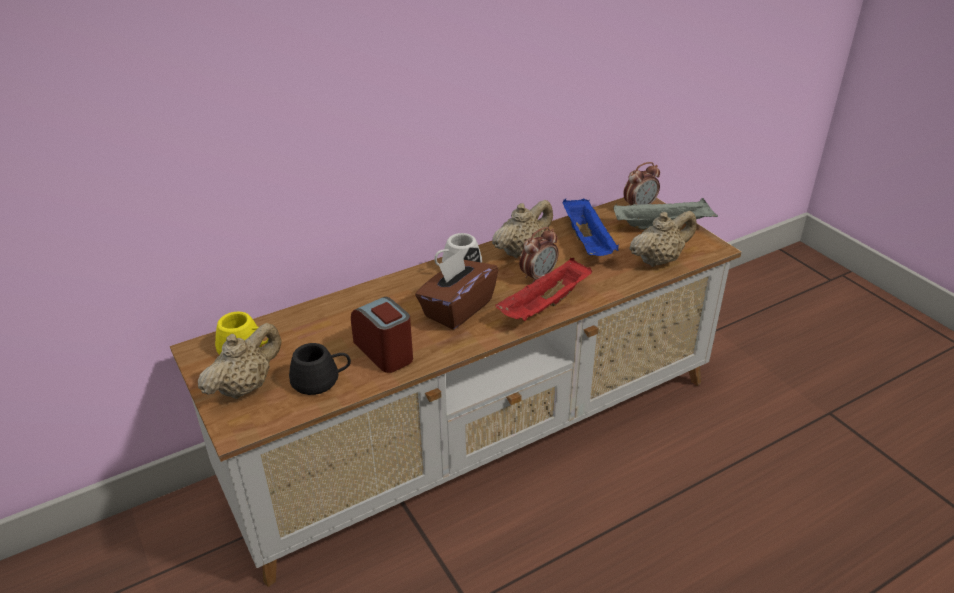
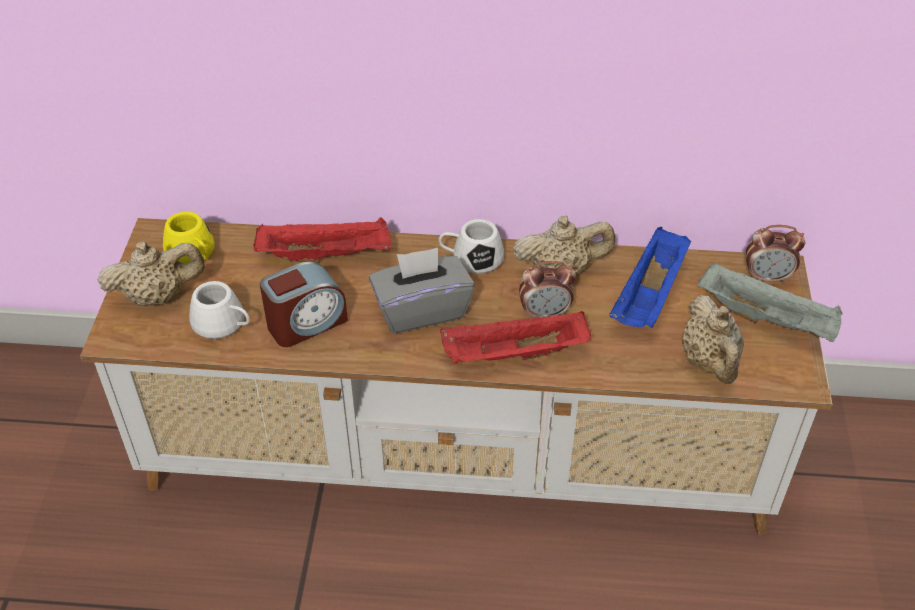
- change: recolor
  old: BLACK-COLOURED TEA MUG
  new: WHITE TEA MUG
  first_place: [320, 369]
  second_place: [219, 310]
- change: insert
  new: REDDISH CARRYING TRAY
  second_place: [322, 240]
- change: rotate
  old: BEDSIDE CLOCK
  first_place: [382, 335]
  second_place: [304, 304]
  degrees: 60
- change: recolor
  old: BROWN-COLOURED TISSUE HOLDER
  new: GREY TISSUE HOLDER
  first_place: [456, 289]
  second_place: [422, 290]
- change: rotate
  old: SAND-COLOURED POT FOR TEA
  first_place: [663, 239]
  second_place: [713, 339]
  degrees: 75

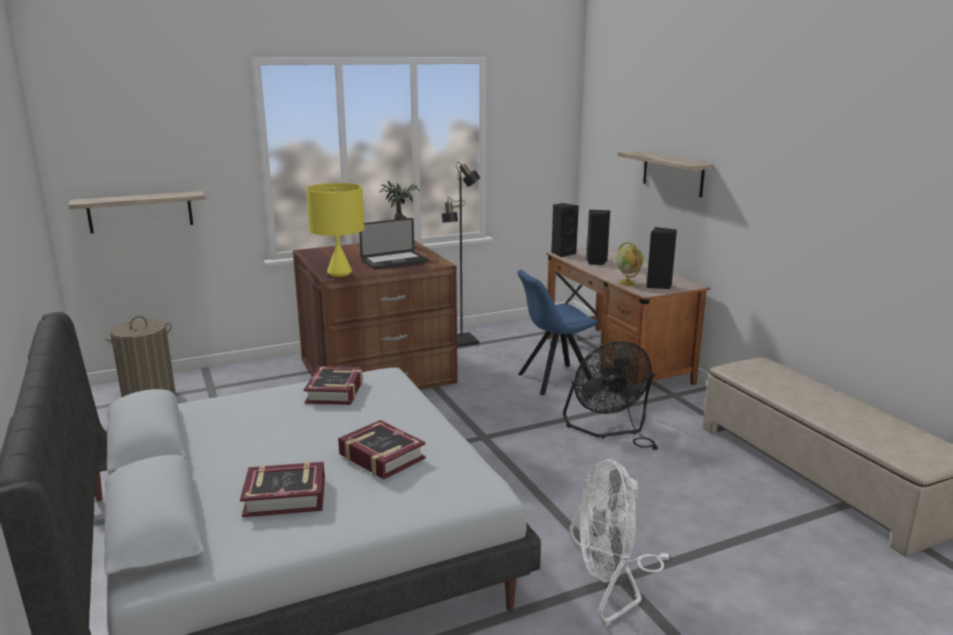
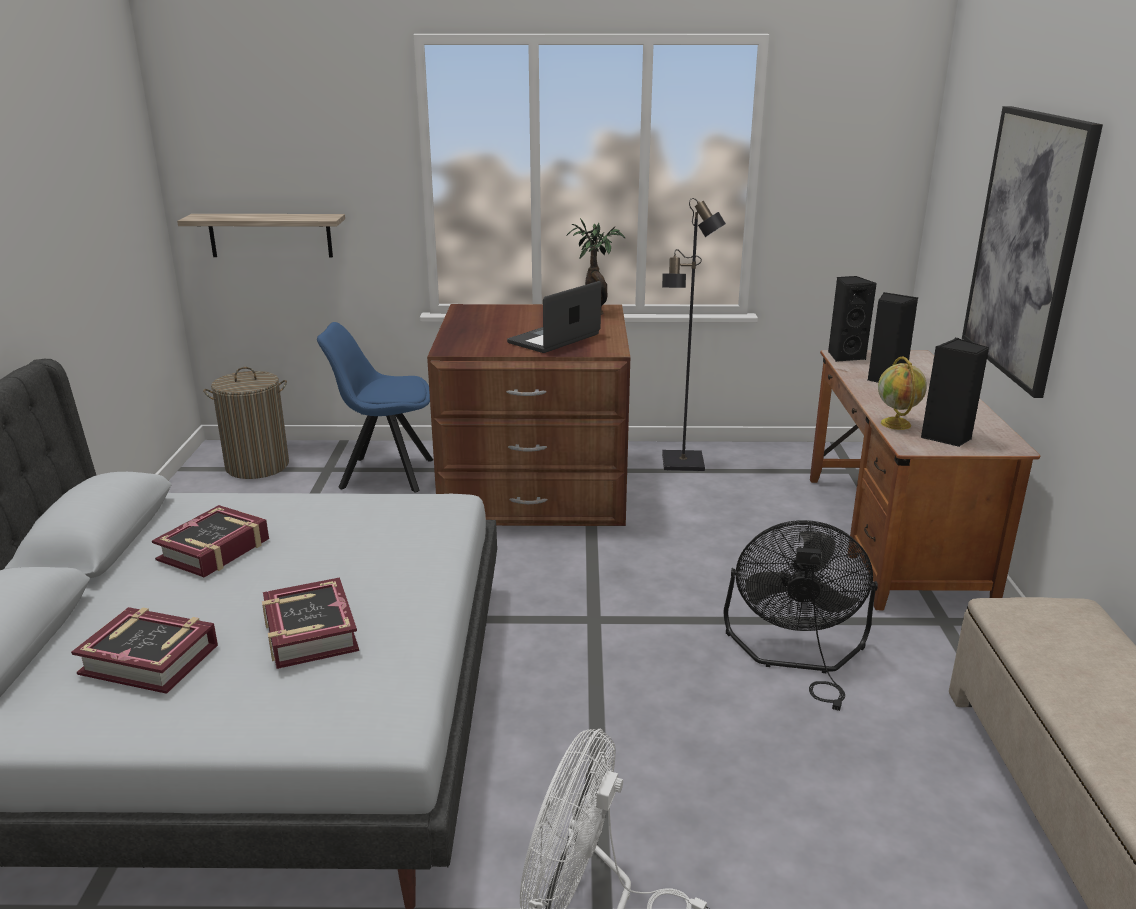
- change: move
  old: BOOK
  first_place: [333, 385]
  second_place: [210, 541]
- change: move
  old: BLUE-COLOURED PLAIN CHAIR
  first_place: [557, 332]
  second_place: [375, 407]
- change: rotate
  old: LAPTOP
  first_place: [393, 243]
  second_place: [554, 317]
  degrees: 135
- change: replace
  old: WALL SHELF
  new: PICTURE
  first_place: [666, 174]
  second_place: [1032, 252]
- change: delete
  old: YELLOWISH TABLETOP LAMP
  first_place: [335, 230]

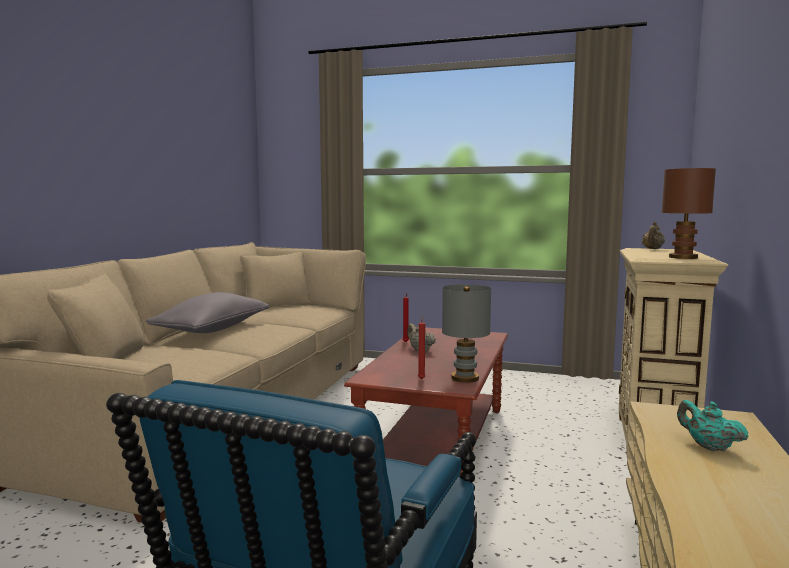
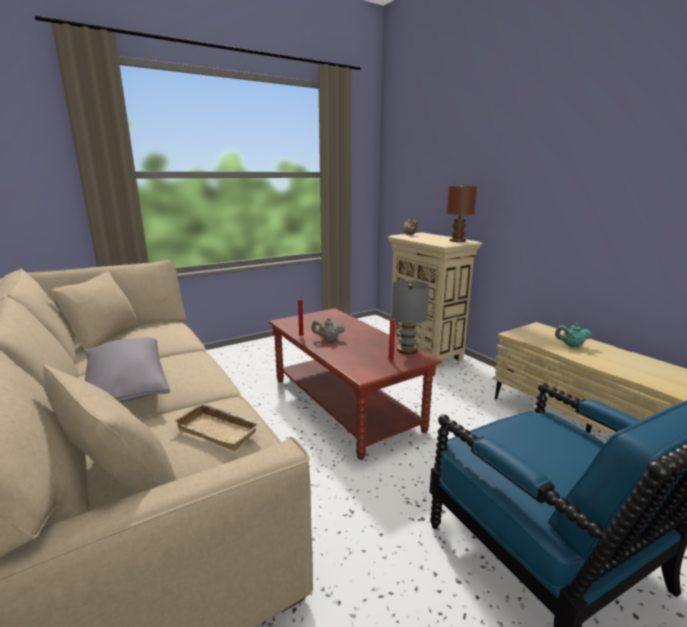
- change: insert
  new: SAND-COLOURED CARRYING TRAY
  second_place: [217, 427]

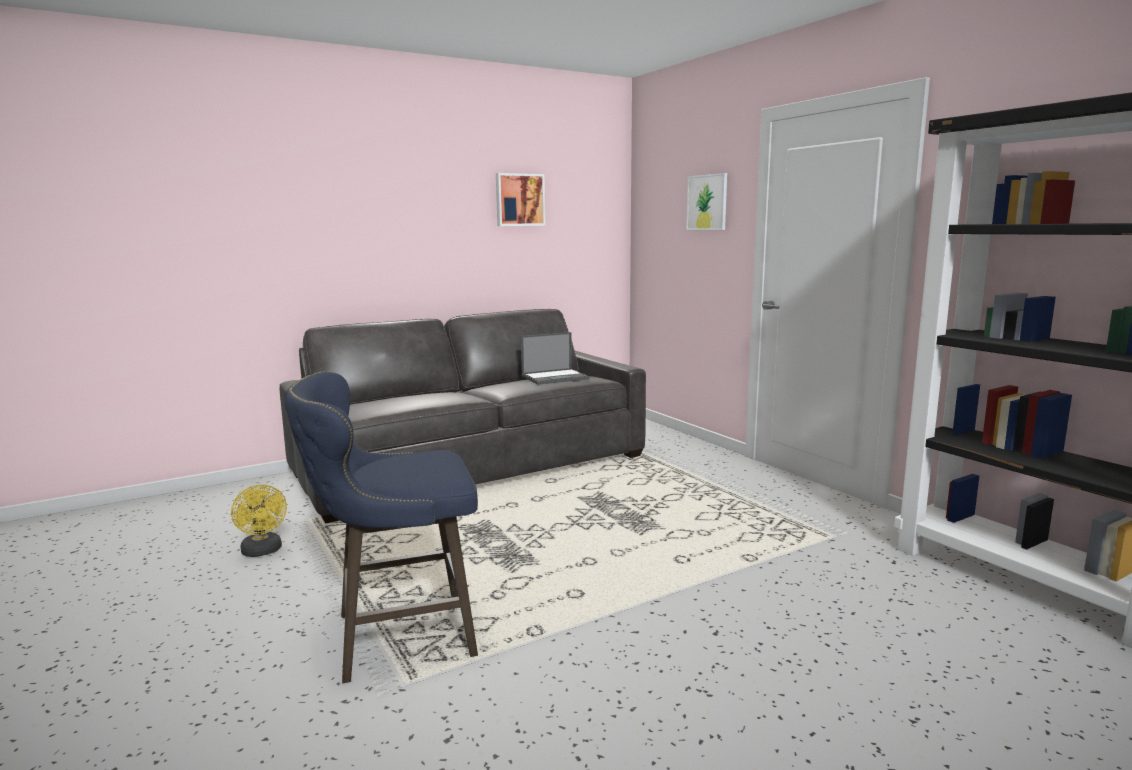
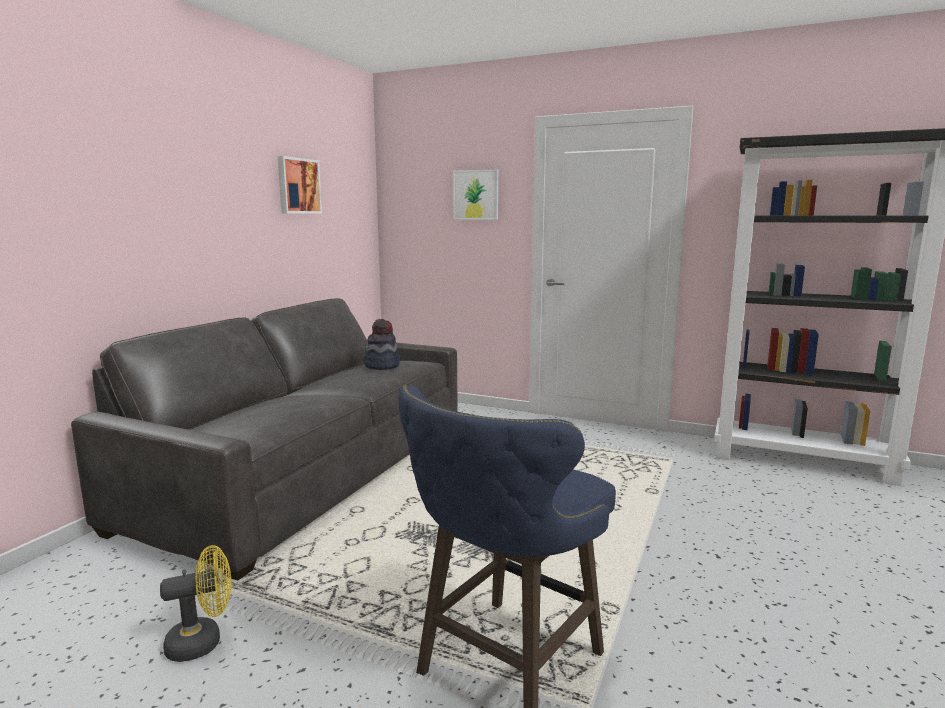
- change: rotate
  old: YELLOWISH ELECTRIC FAN
  first_place: [259, 520]
  second_place: [195, 603]
  degrees: -45
- change: replace
  old: LAPTOP
  new: WEARABLE HAT
  first_place: [555, 358]
  second_place: [382, 344]

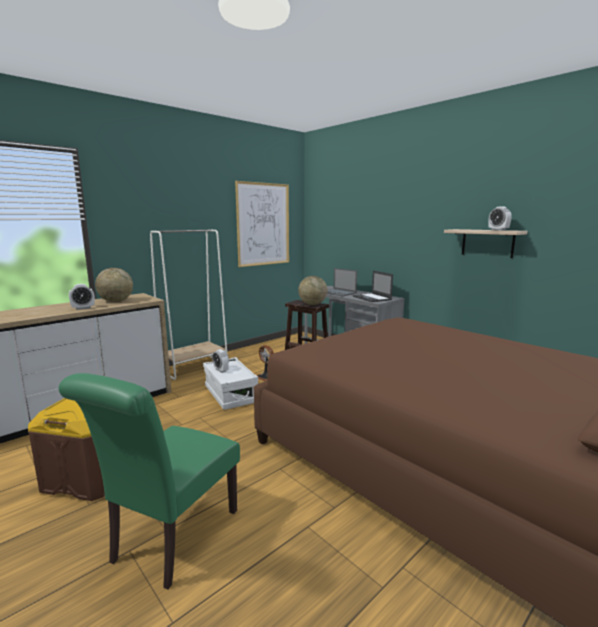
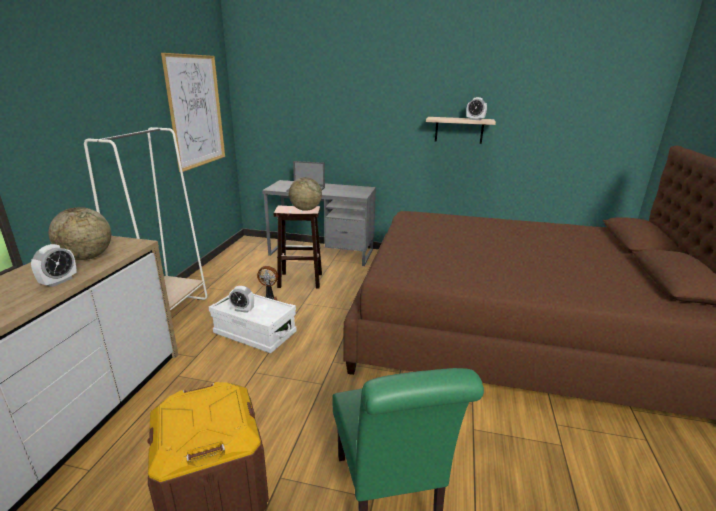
- change: delete
  old: LAPTOP
  first_place: [373, 286]

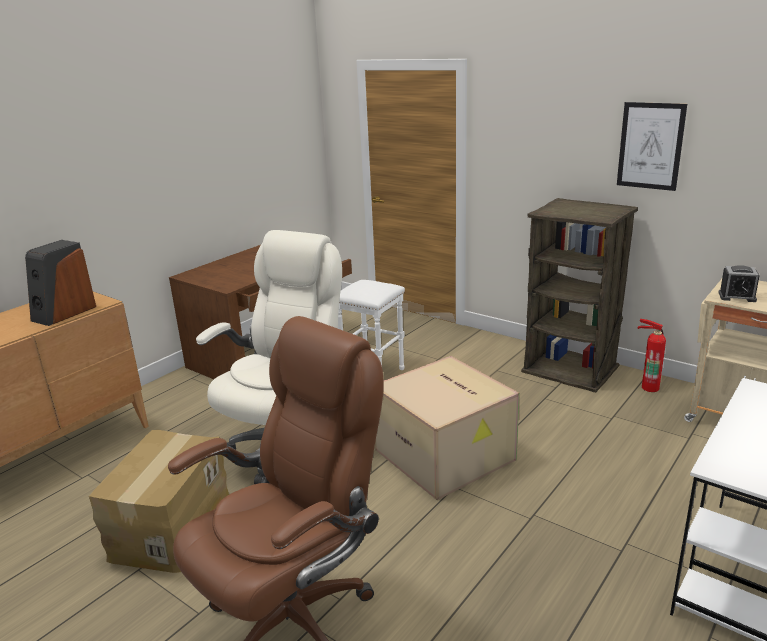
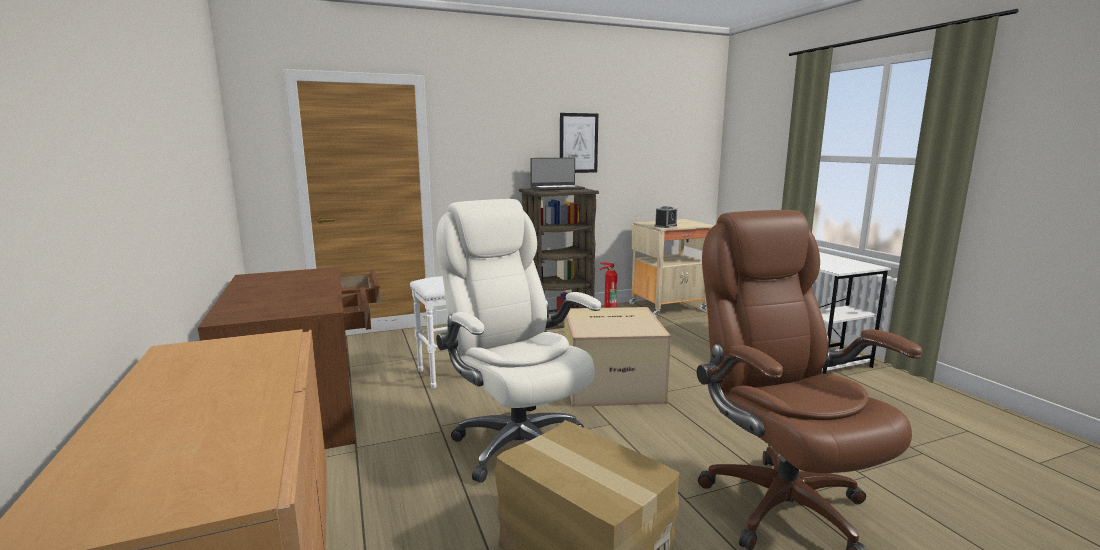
- change: insert
  new: LAPTOP
  second_place: [557, 174]
- change: delete
  old: LOUDSPEAKER
  first_place: [60, 283]

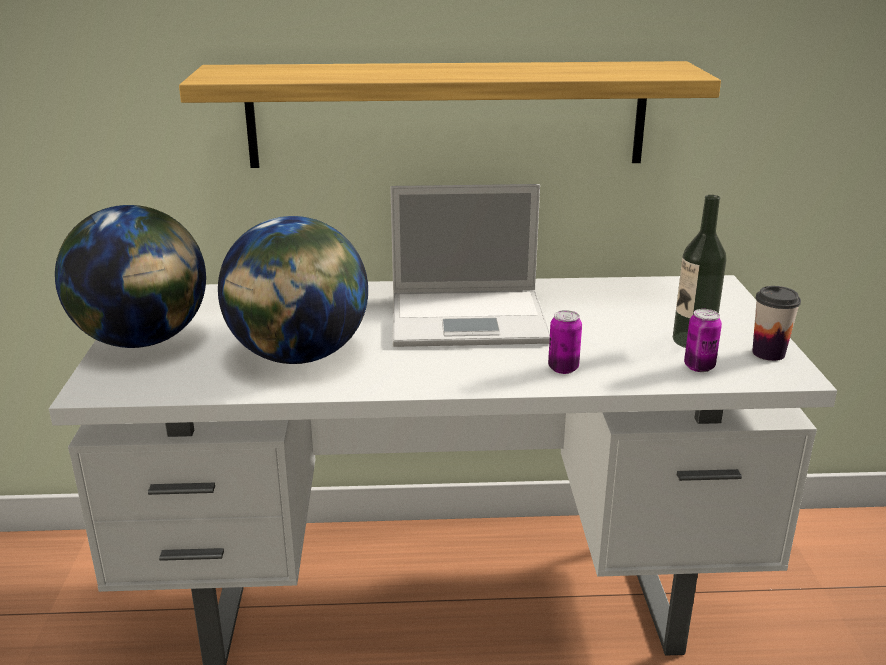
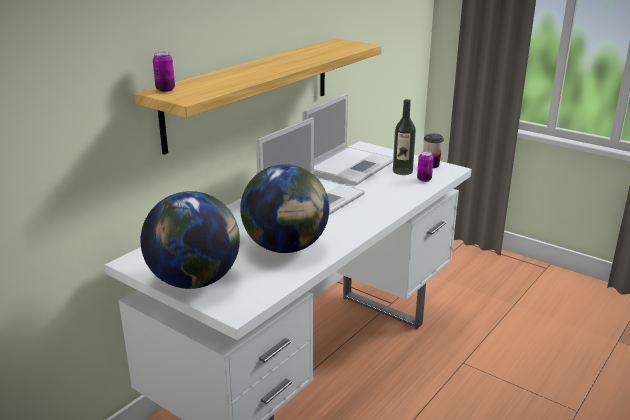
- change: move
  old: CAN
  first_place: [565, 342]
  second_place: [164, 72]
- change: insert
  new: LAPTOP
  second_place: [348, 139]

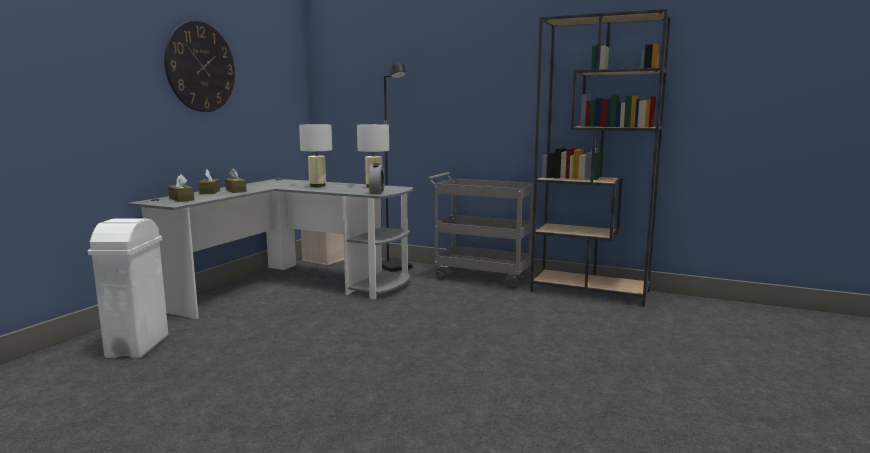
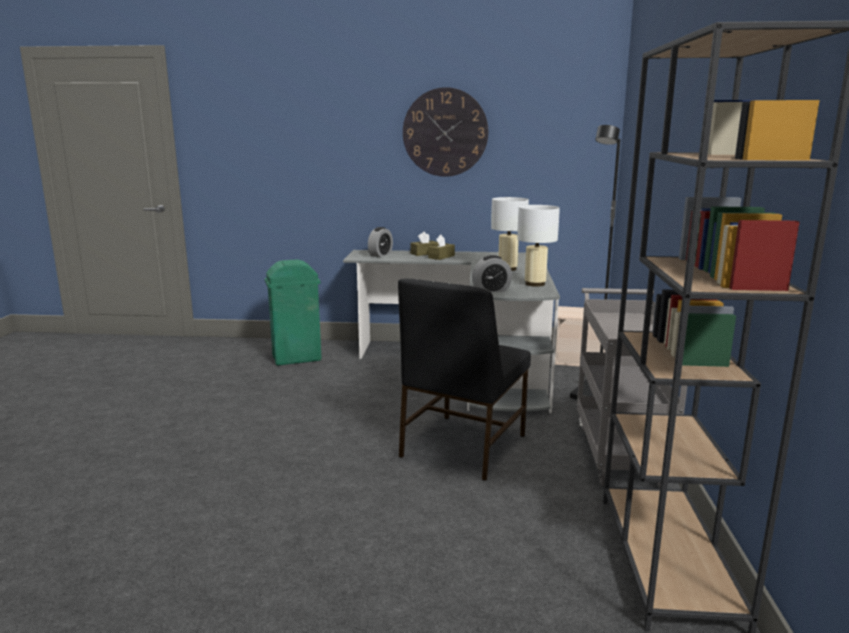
- change: recolor
  old: WHITE RUBBISH BIN
  new: GREEN RUBBISH BIN
  first_place: [127, 288]
  second_place: [293, 312]
- change: replace
  old: BROWN-COLOURED TISSUE HOLDER
  new: BEDSIDE CLOCK
  first_place: [181, 188]
  second_place: [380, 242]
- change: insert
  new: BLACK-COLOURED PLAIN CHAIR
  second_place: [464, 380]

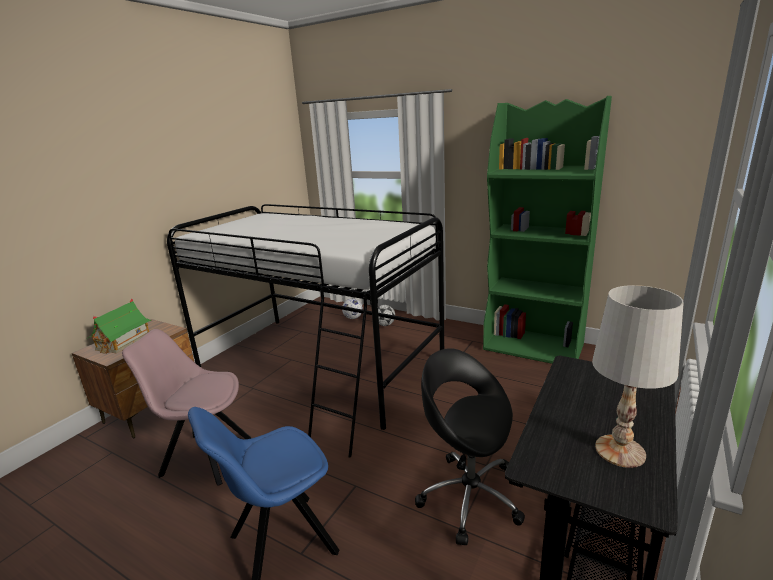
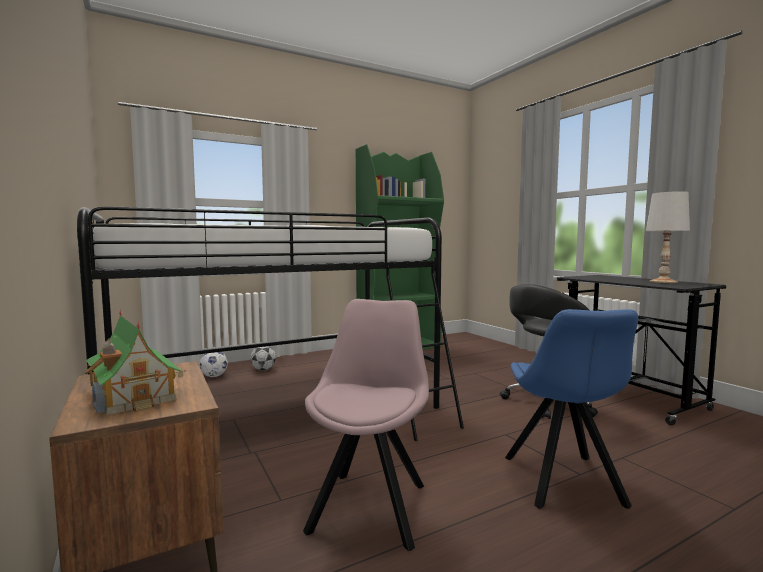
- change: rotate
  old: PINK PLAIN CHAIR
  first_place: [186, 407]
  second_place: [366, 425]
  degrees: 150

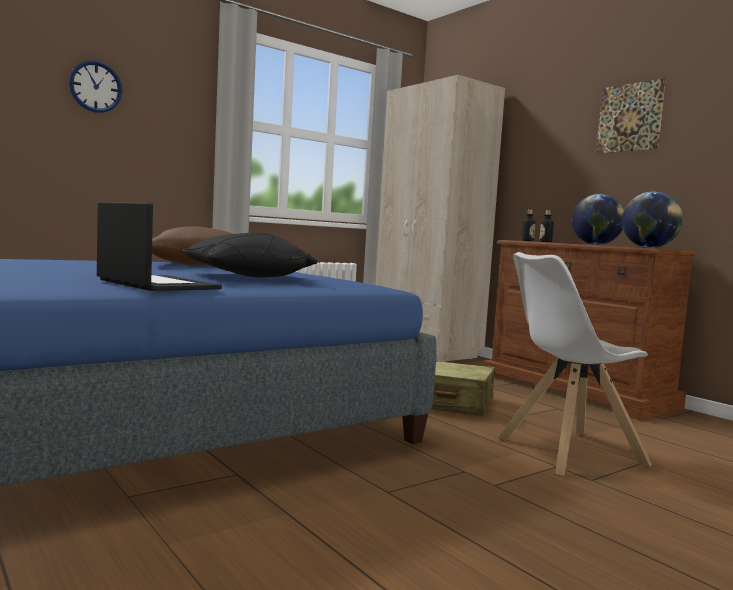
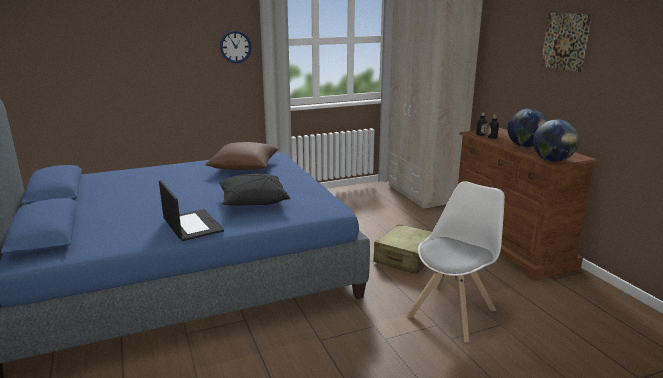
- change: move
  old: WALL CLOCK
  first_place: [95, 86]
  second_place: [236, 46]
- change: rotate
  old: PLAIN CHAIR
  first_place: [574, 363]
  second_place: [455, 262]
  degrees: 135

